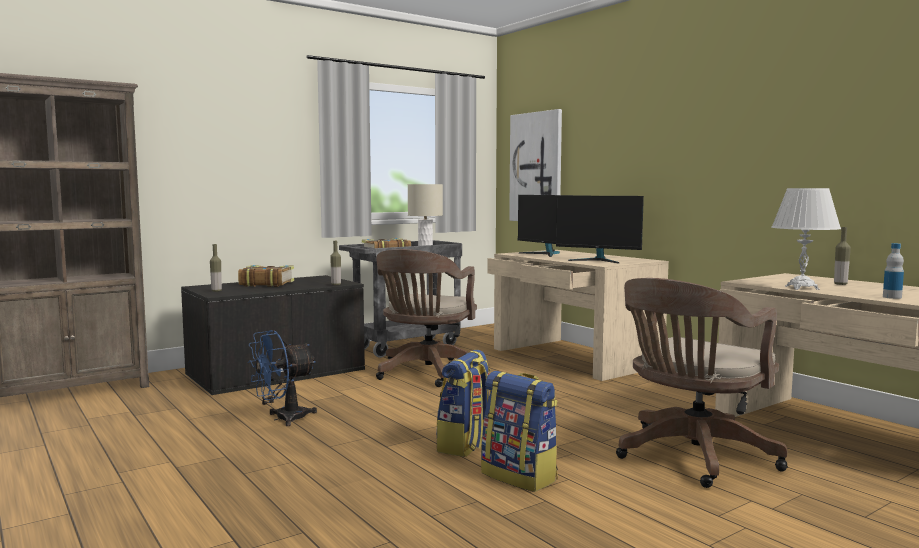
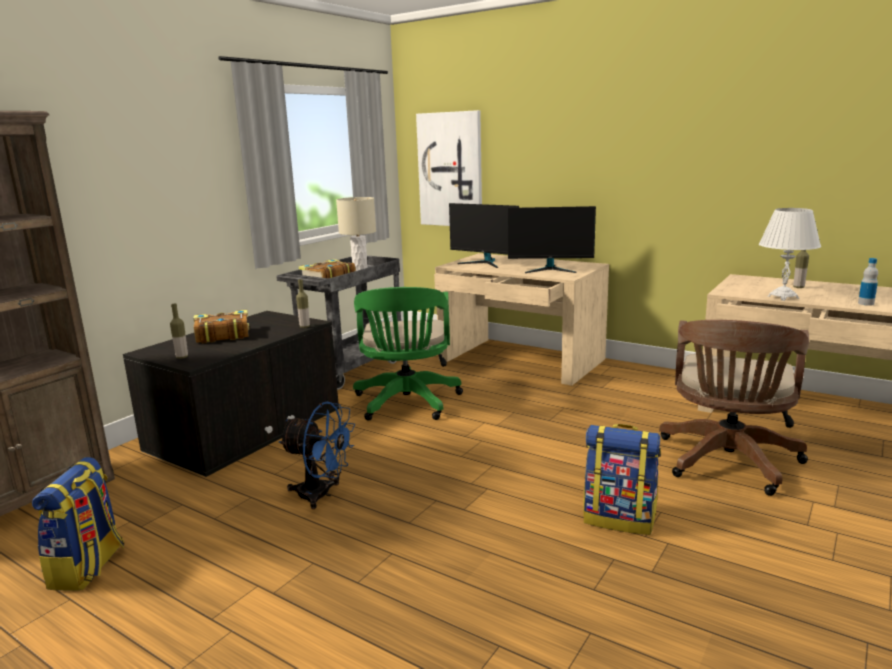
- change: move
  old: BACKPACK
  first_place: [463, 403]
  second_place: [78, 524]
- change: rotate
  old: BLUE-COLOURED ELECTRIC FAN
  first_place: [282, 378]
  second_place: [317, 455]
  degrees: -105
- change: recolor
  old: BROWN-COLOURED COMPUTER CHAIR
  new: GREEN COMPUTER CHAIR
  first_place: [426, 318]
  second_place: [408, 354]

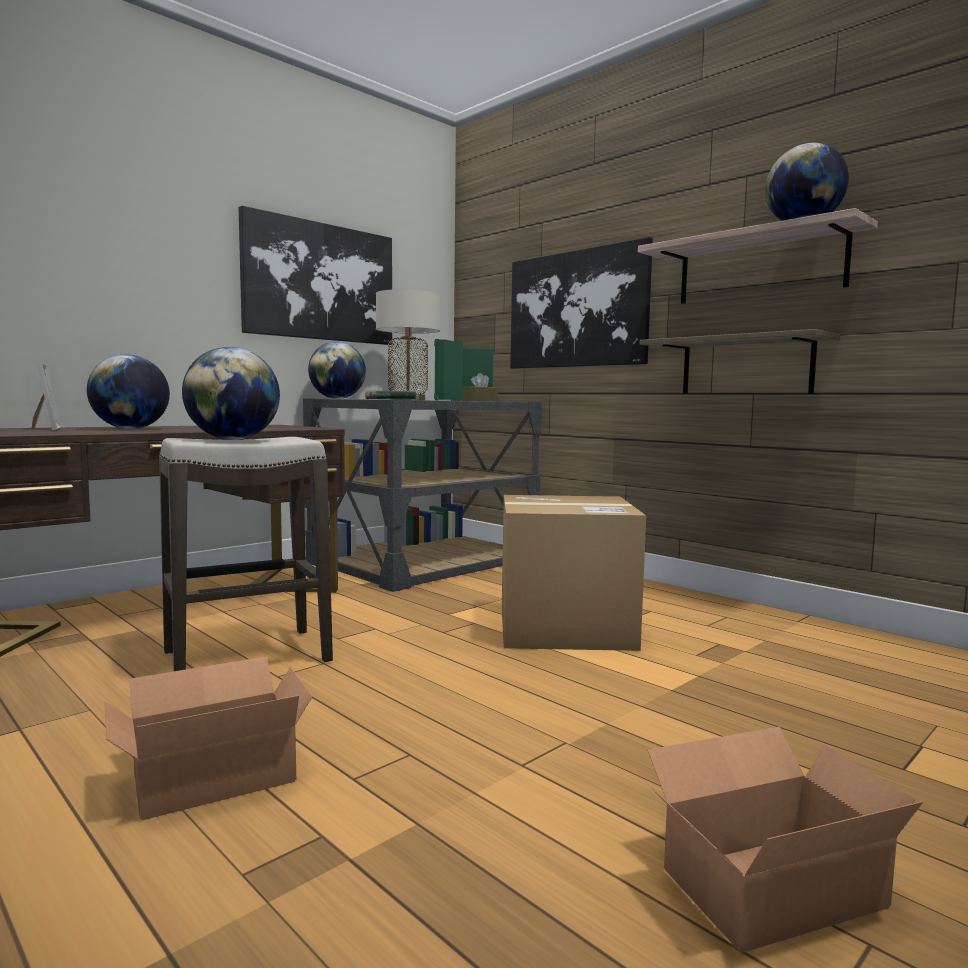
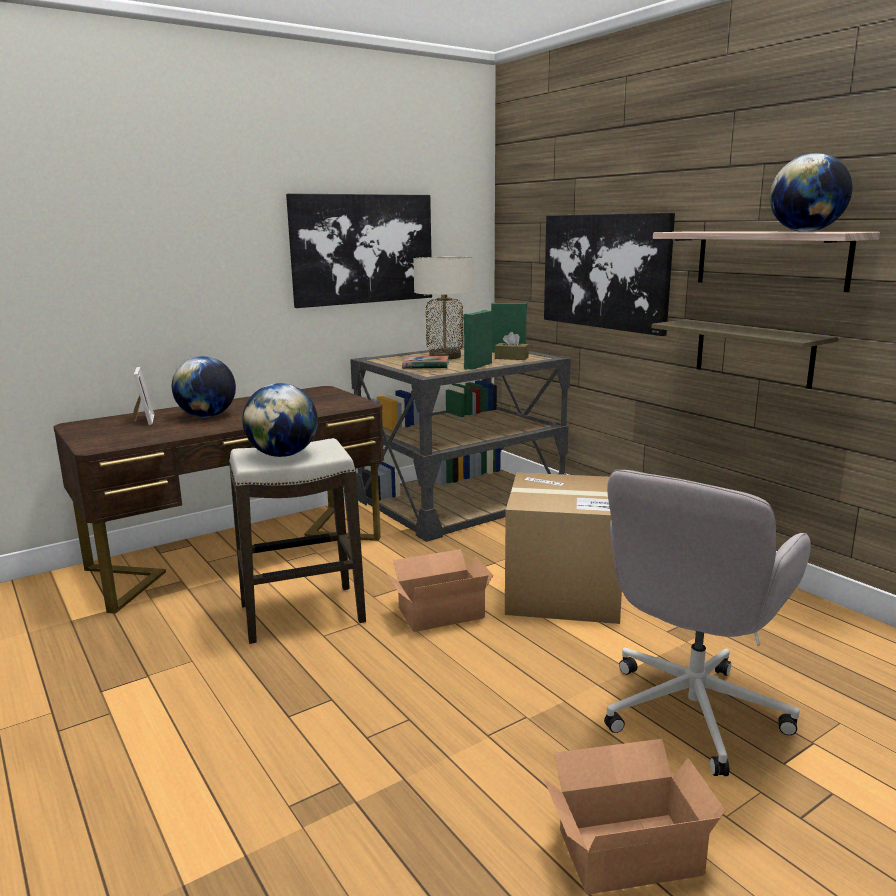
- change: move
  old: CARTON
  first_place: [208, 738]
  second_place: [440, 590]
- change: insert
  new: GREY COMPUTER CHAIR
  second_place: [707, 623]
- change: delete
  old: GLOBE
  first_place: [337, 370]

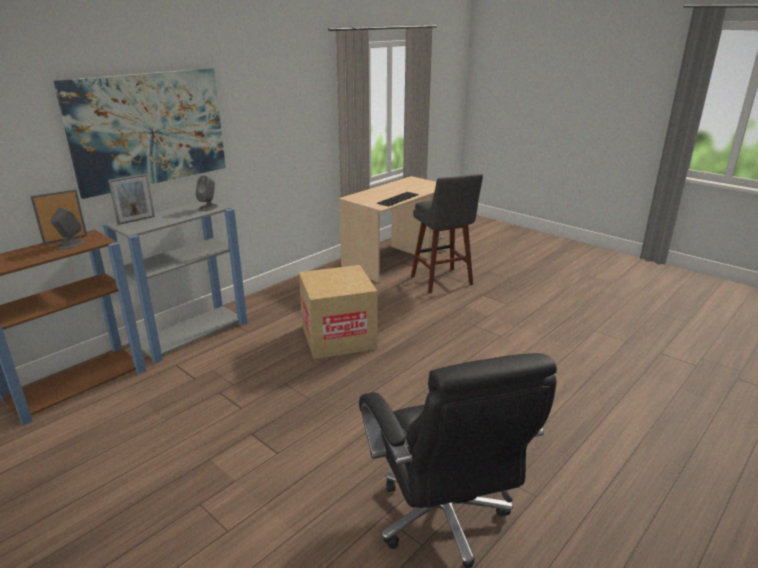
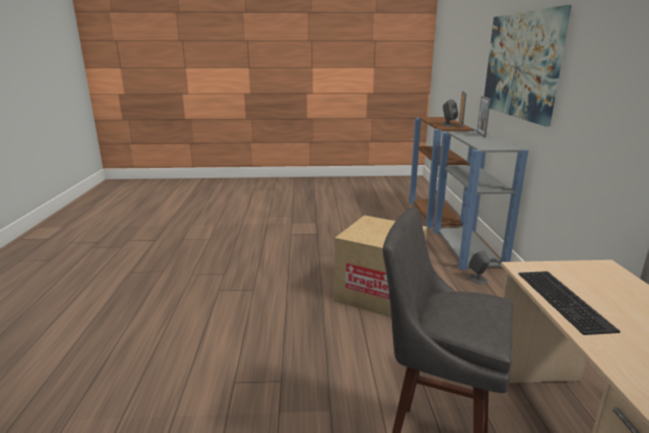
- change: move
  old: GREY LOUDSPEAKER
  first_place: [207, 193]
  second_place: [479, 267]
- change: delete
  old: BLACK-COLOURED COMPUTER CHAIR
  first_place: [458, 460]

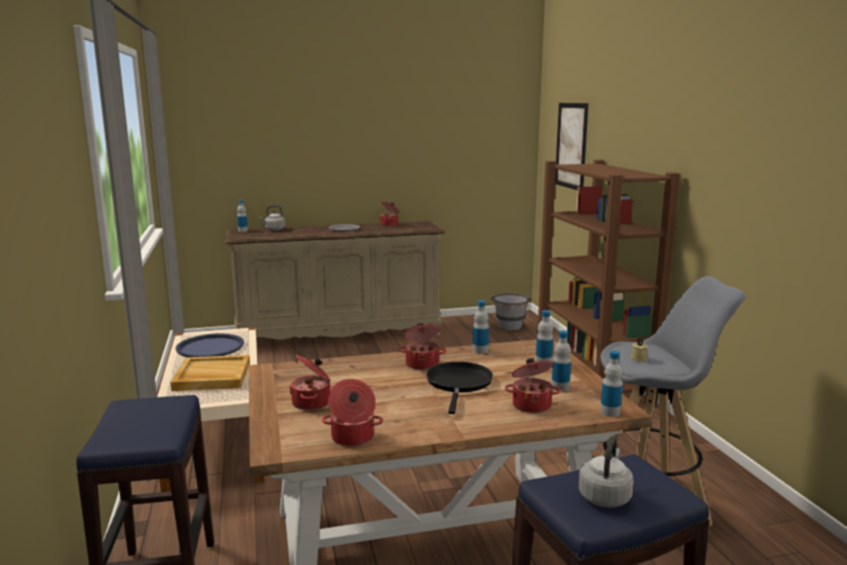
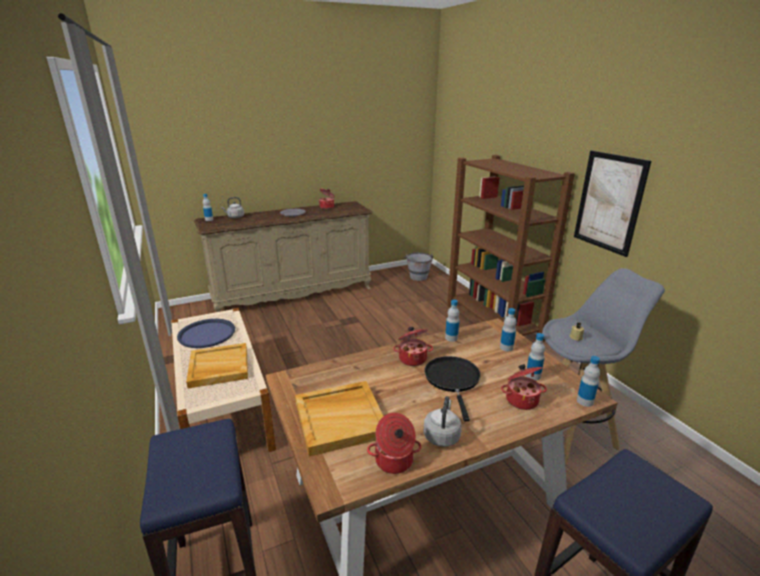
- change: replace
  old: STOCKPOT
  new: SAND-COLOURED CARRYING TRAY
  first_place: [310, 382]
  second_place: [339, 418]
- change: move
  old: GREY KETTLE
  first_place: [606, 472]
  second_place: [443, 421]
- change: move
  old: PICTURE
  first_place: [572, 146]
  second_place: [612, 204]

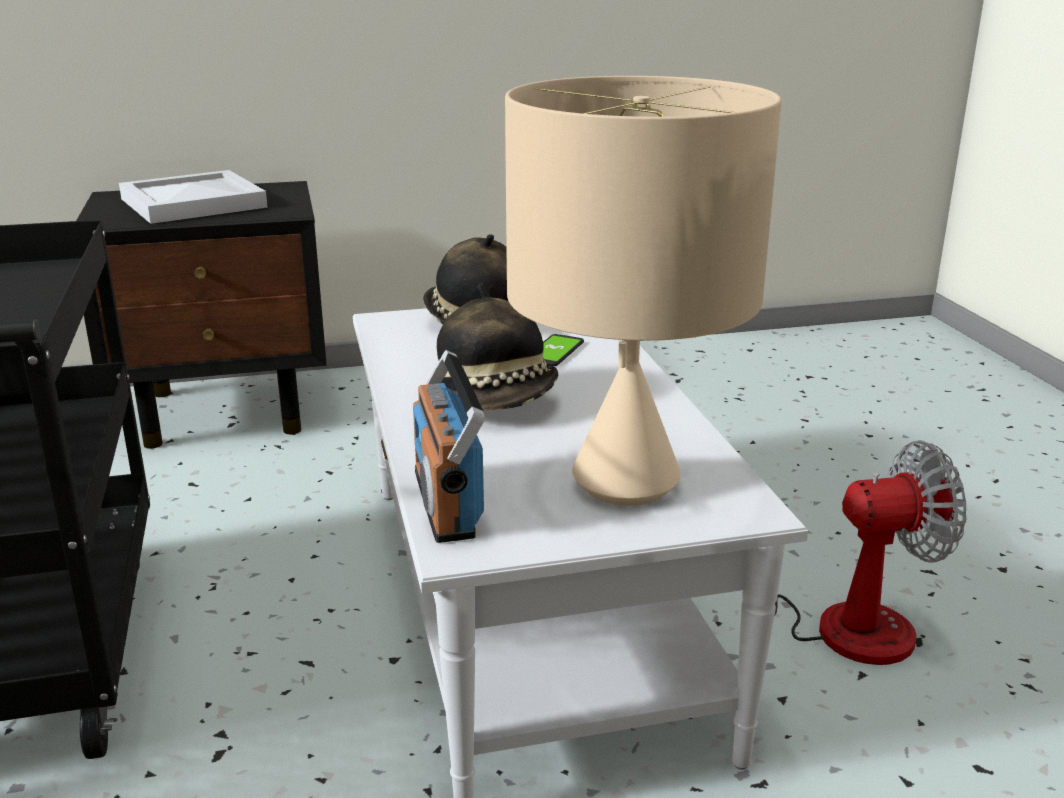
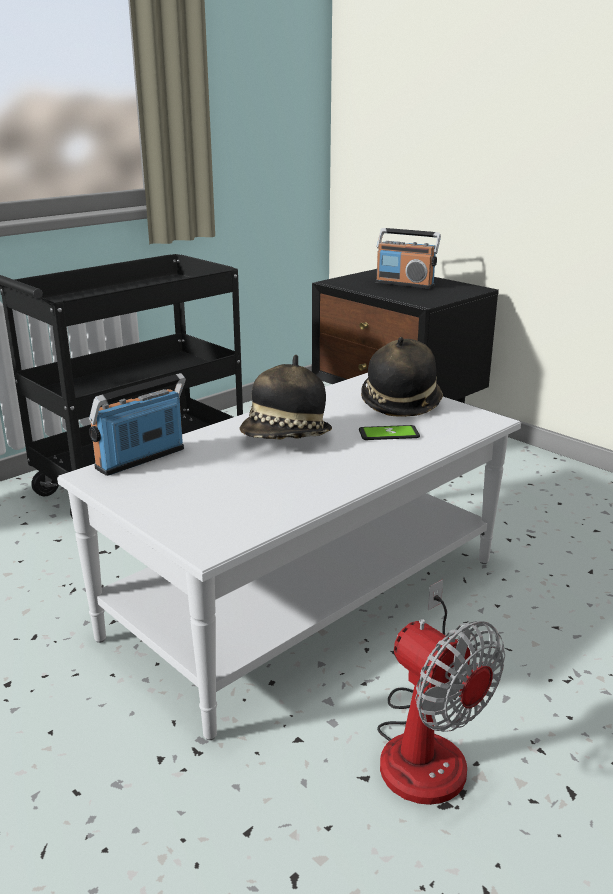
- change: replace
  old: WHITE CARRYING TRAY
  new: RADIO
  first_place: [193, 197]
  second_place: [408, 258]
- change: delete
  old: SAND-COLOURED TABLETOP LAMP
  first_place: [643, 291]

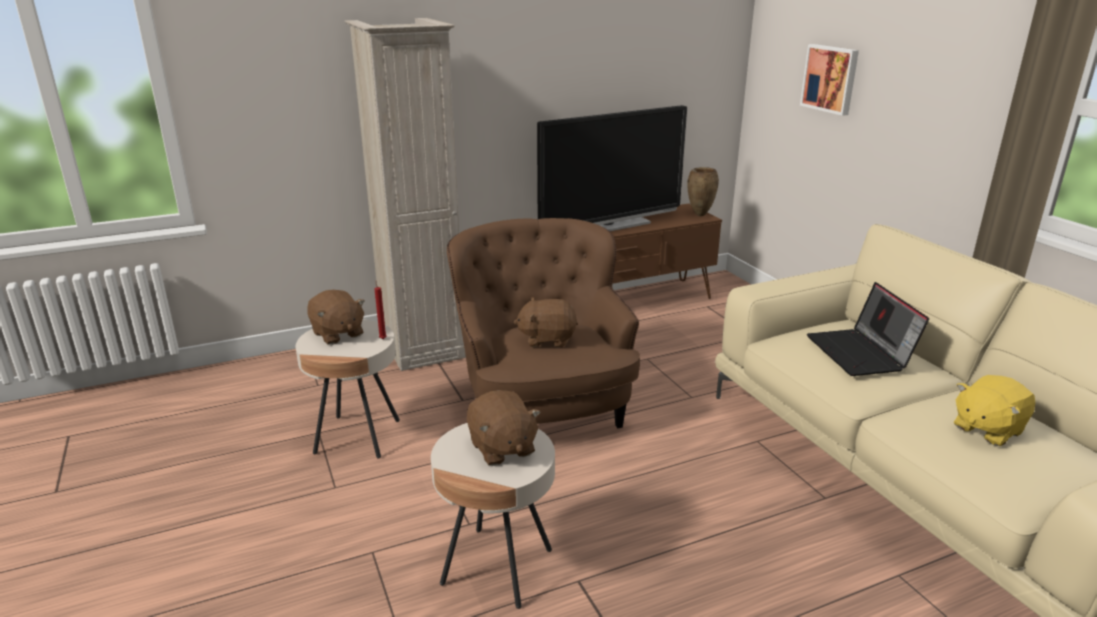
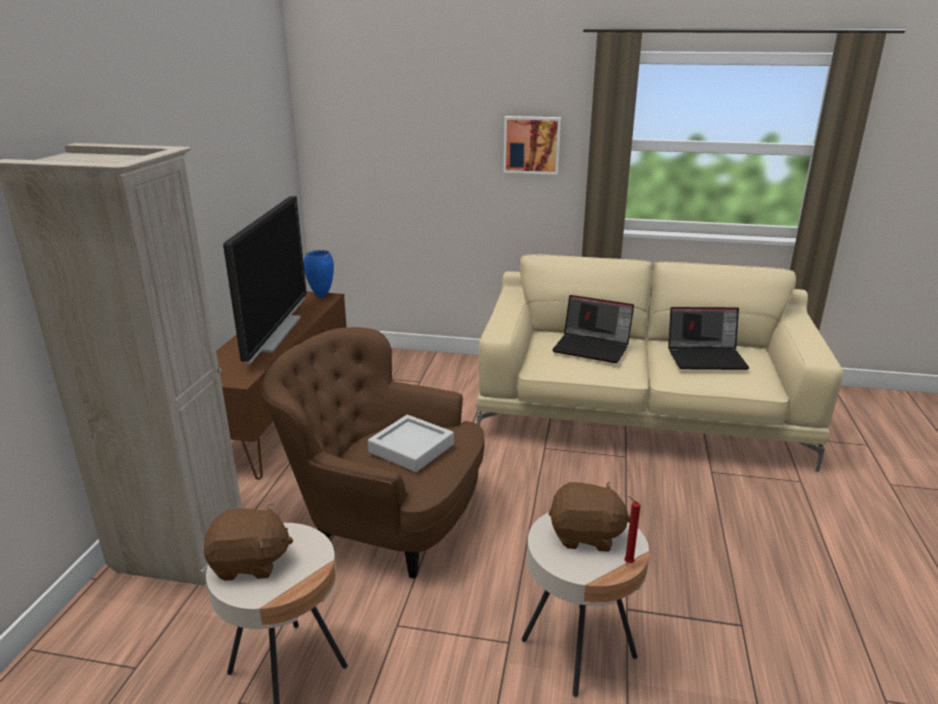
- change: recolor
  old: BROWN-COLOURED VASE
  new: BLUE-COLOURED VASE
  first_place: [703, 191]
  second_place: [319, 274]
- change: replace
  old: BROWN-COLOURED PLUSH TOY
  new: GREY CARRYING TRAY
  first_place: [546, 322]
  second_place: [411, 443]
- change: move
  old: PICTURE
  first_place: [829, 80]
  second_place: [532, 145]
- change: move
  old: REDDISH WAX LIGHT
  first_place: [381, 309]
  second_place: [632, 529]
- change: replace
  old: YELLOWISH PLUSH TOY
  new: LAPTOP
  first_place: [994, 410]
  second_place: [708, 338]

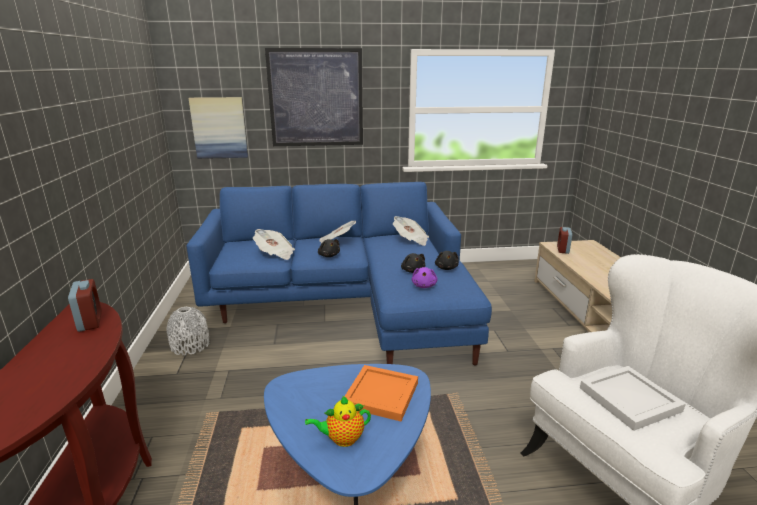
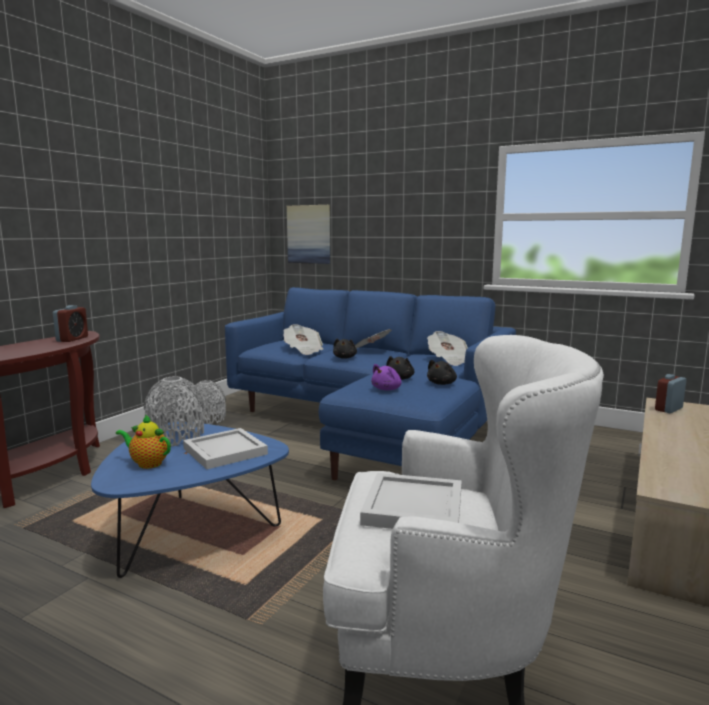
- change: insert
  new: GREY VASE
  second_place: [174, 411]
- change: recolor
  old: ORANGE CARRYING TRAY
  new: WHITE CARRYING TRAY
  first_place: [381, 393]
  second_place: [225, 448]
- change: delete
  old: PICTURE
  first_place: [314, 97]

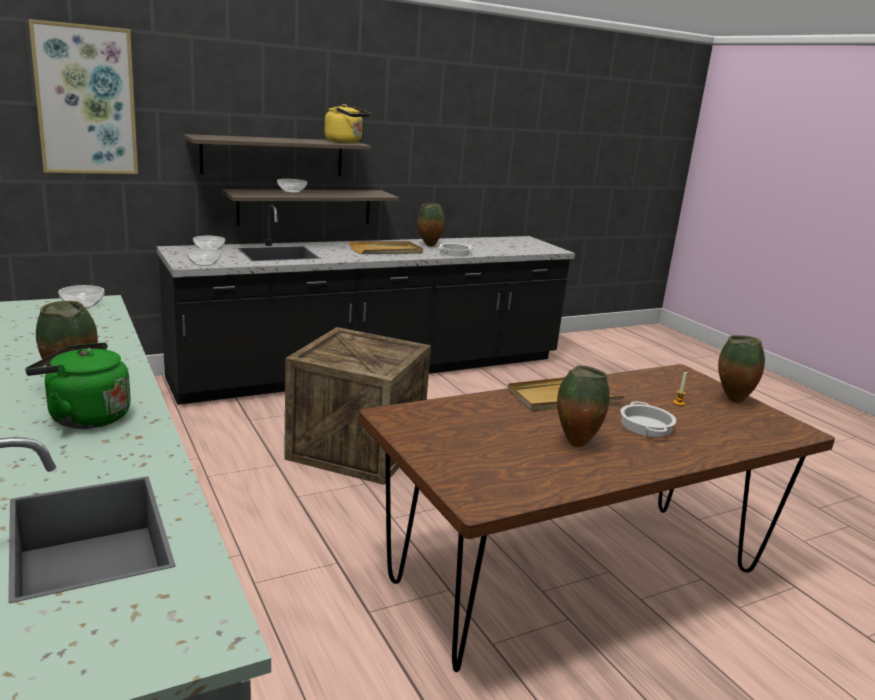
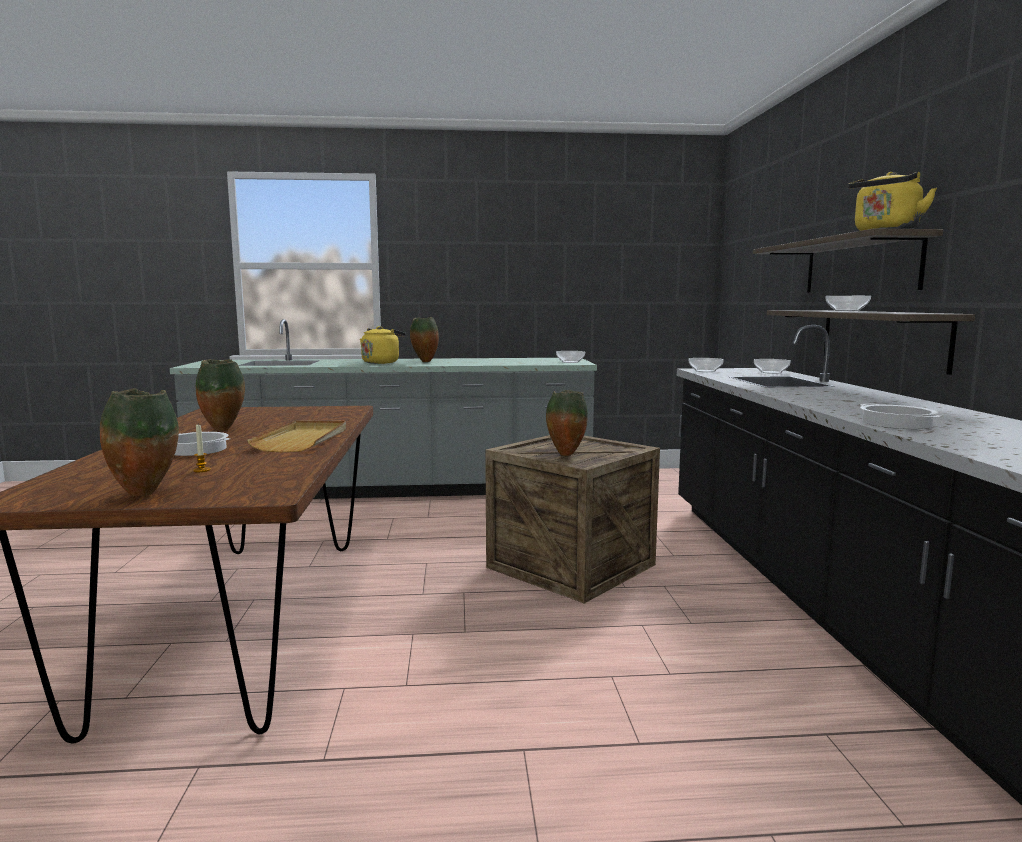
- change: recolor
  old: GREEN KETTLE
  new: YELLOWISH KETTLE
  first_place: [78, 385]
  second_place: [383, 345]
- change: move
  old: VASE
  first_place: [430, 225]
  second_place: [567, 423]
- change: delete
  old: PICTURE
  first_place: [83, 96]
- change: delete
  old: SAND-COLOURED CARRYING TRAY
  first_place: [386, 247]

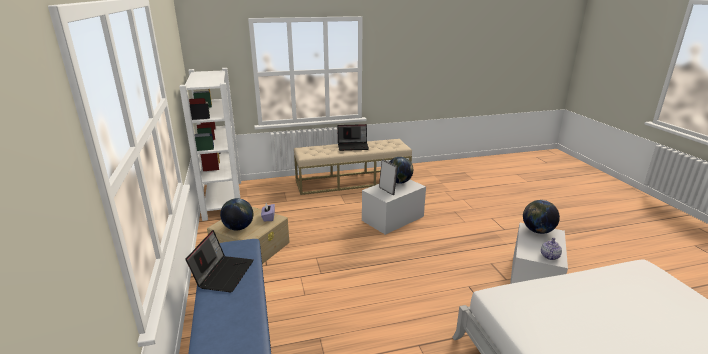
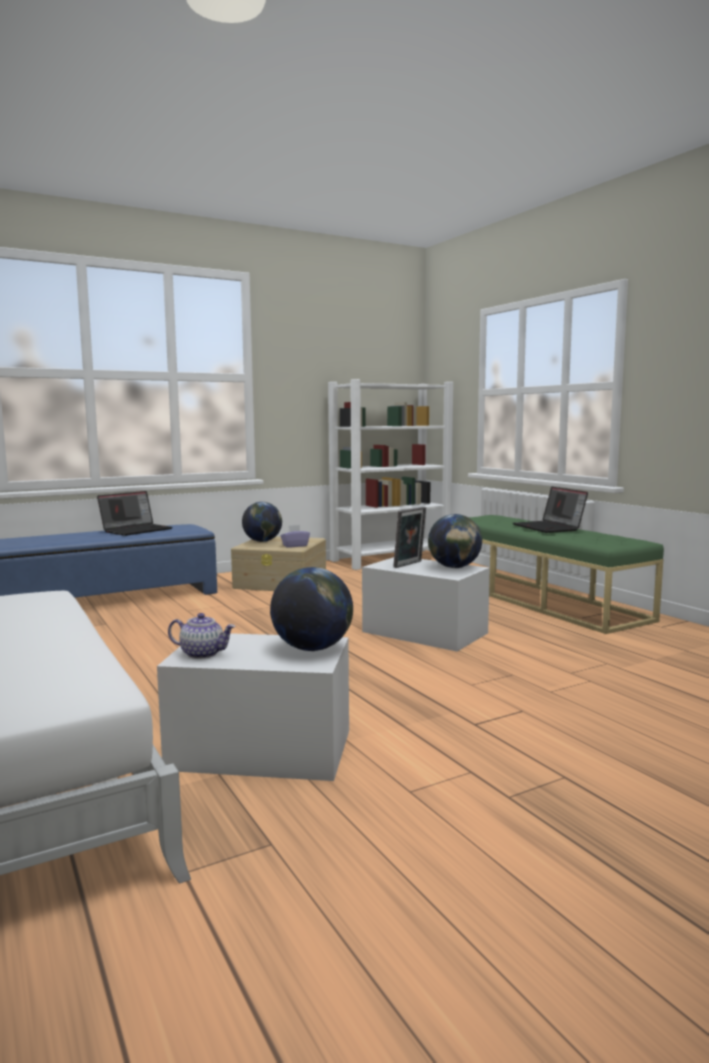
- change: rotate
  old: LAPTOP
  first_place: [220, 261]
  second_place: [135, 513]
  degrees: -45
- change: recolor
  old: SAND-COLOURED BENCH
  new: GREEN BENCH
  first_place: [353, 167]
  second_place: [566, 574]

